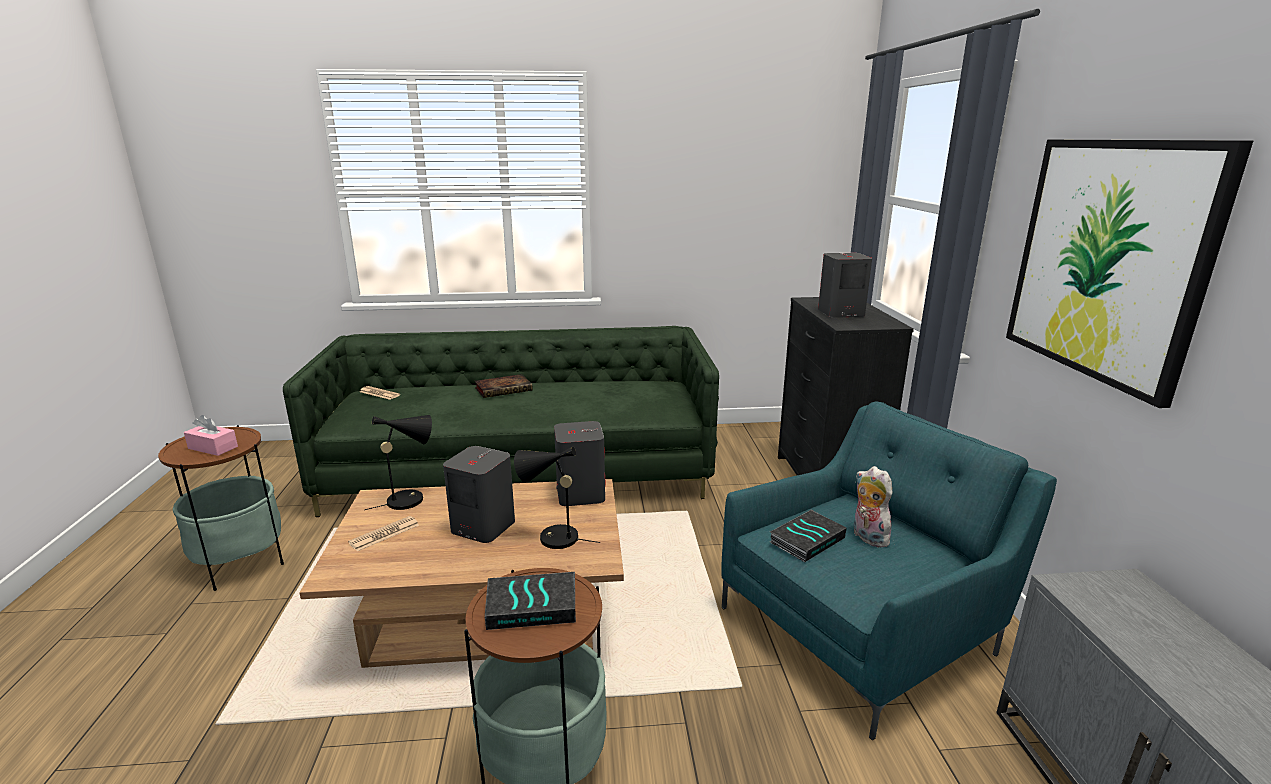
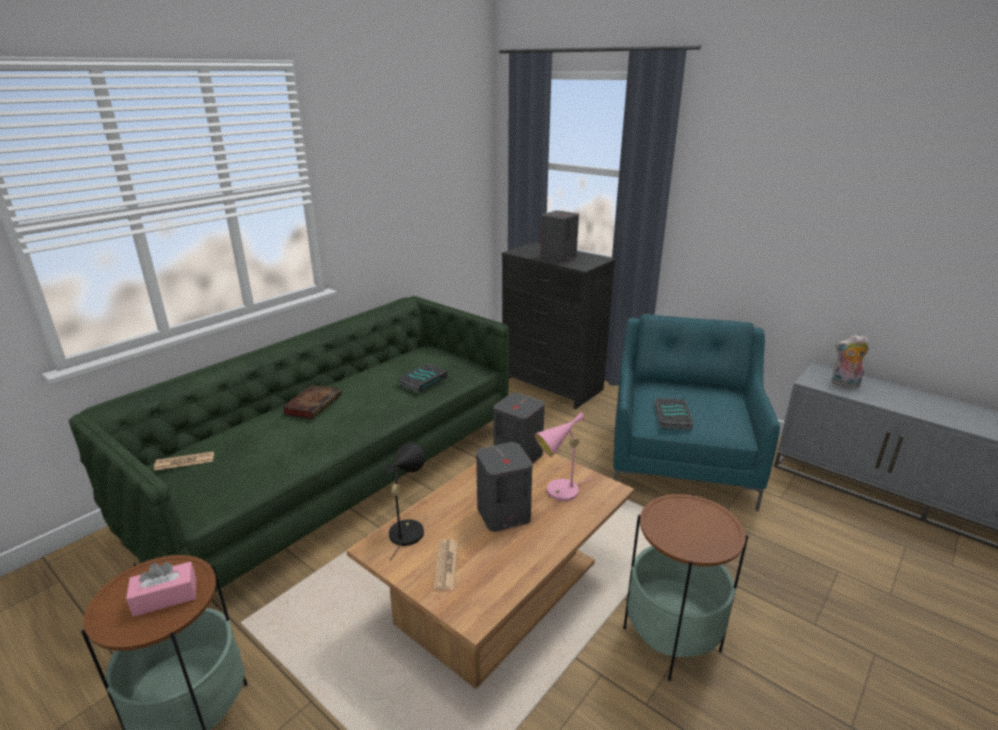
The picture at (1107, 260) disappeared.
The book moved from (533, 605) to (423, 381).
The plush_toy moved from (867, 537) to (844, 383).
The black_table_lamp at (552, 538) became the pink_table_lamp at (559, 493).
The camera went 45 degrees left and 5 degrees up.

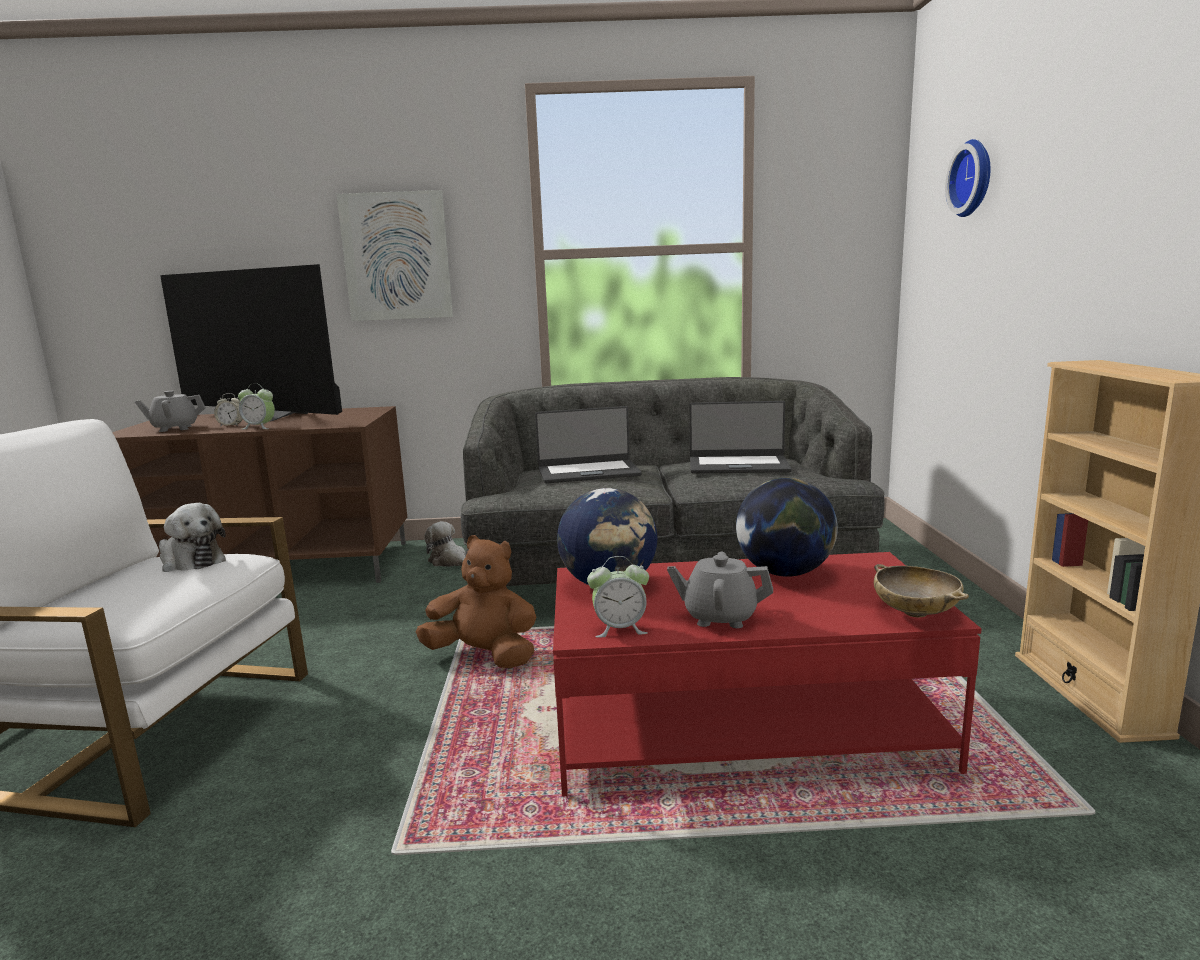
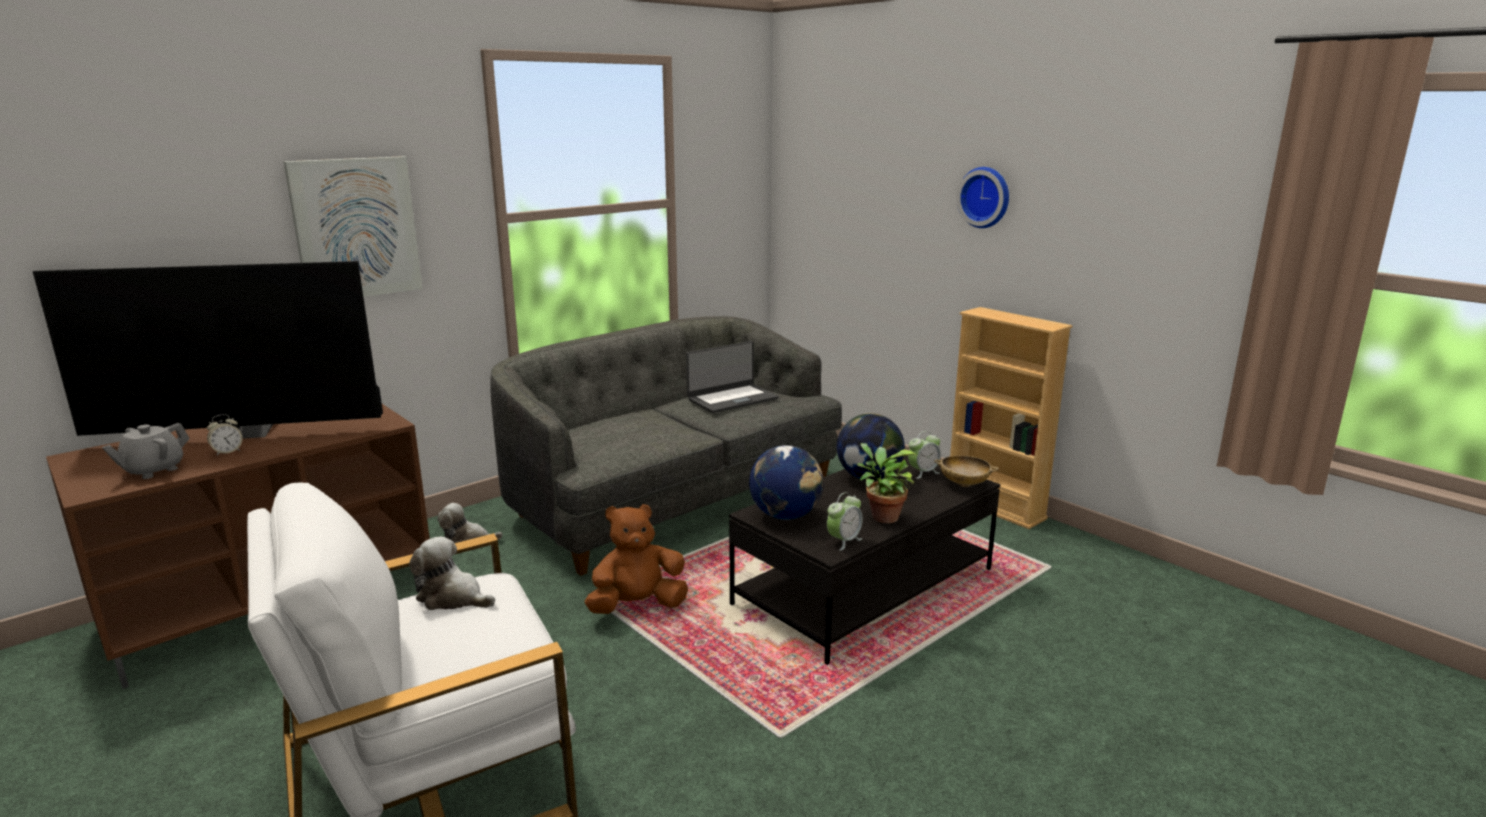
The laptop at (588, 472) disappeared.
The alarm_clock moved from (259, 427) to (923, 472).
The wall_clock moved from (974, 178) to (985, 197).
The grey_teapot at (719, 617) was replaced by the potted_plant at (881, 516).
The red_coffee_table at (742, 726) became the black_coffee_table at (864, 586).
The plush_toy at (190, 561) turned 150 degrees counterclockwise.
The camera went 40 degrees left and 5 degrees up.

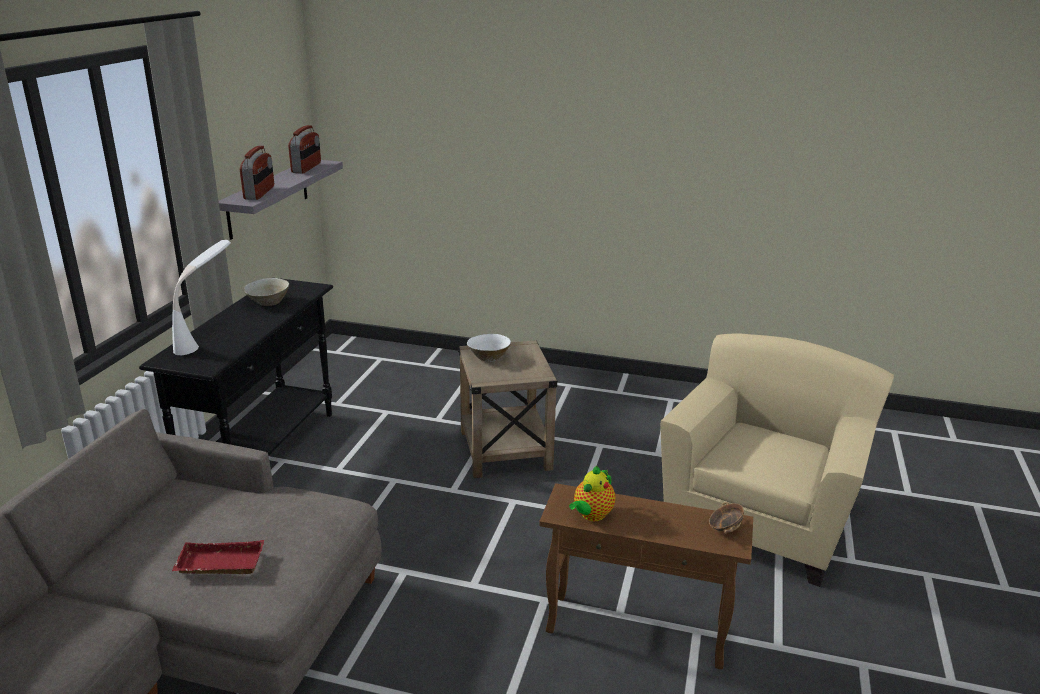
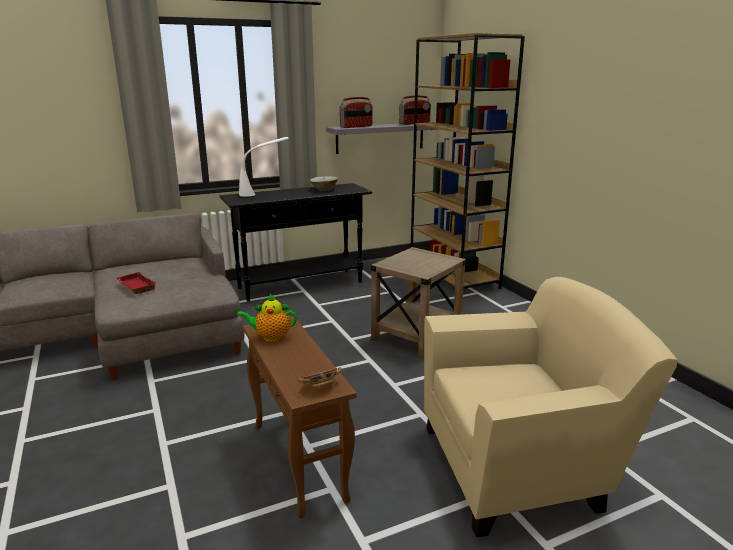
The white_bowl at (488, 357) disappeared.
The brown_bookcase at (454, 277) appeared.
The camera went 50 degrees right and 5 degrees down.

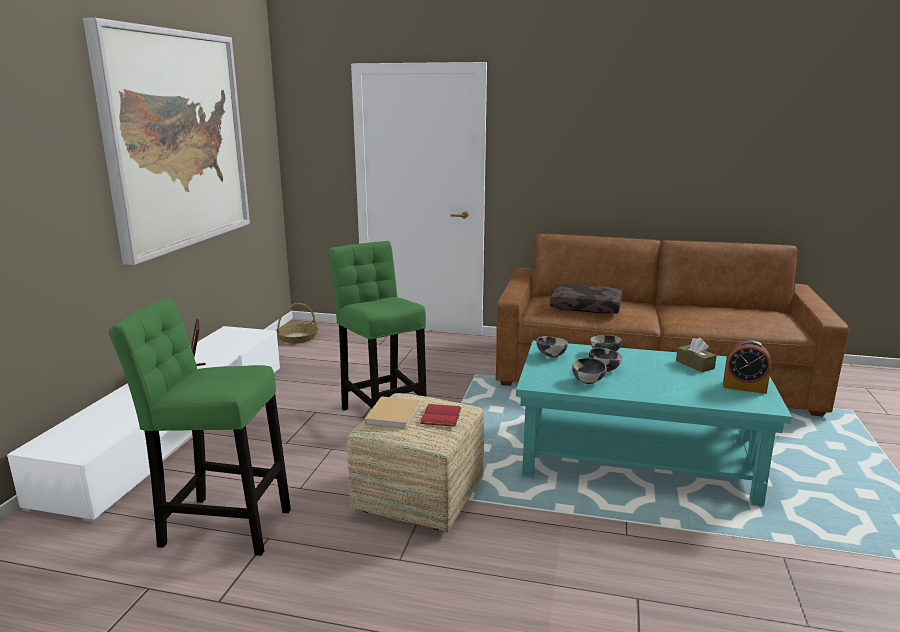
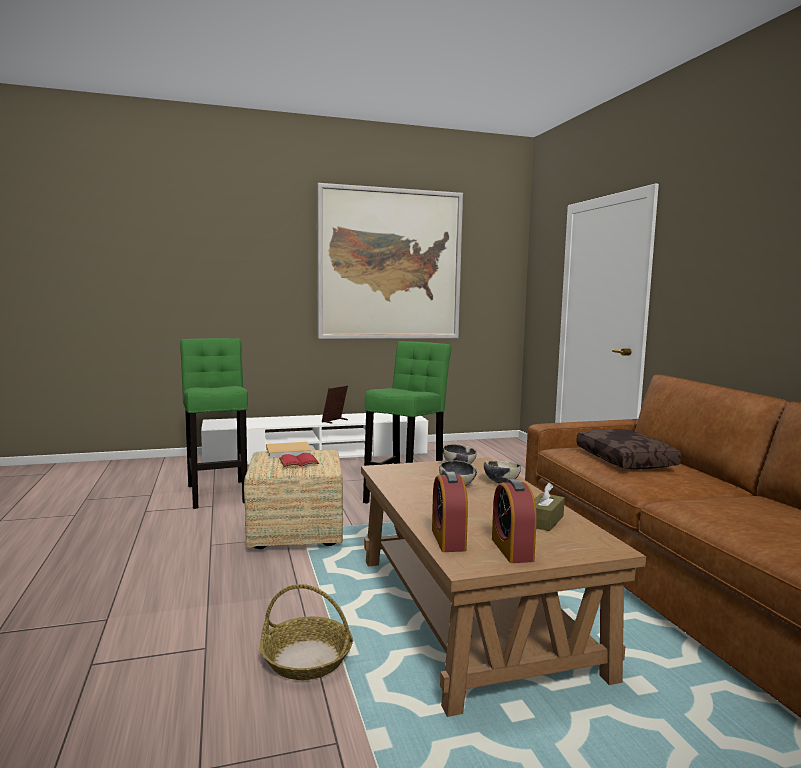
The bowl at (588, 381) disappeared.
The alarm_clock at (448, 540) appeared.
The basket moved from (297, 338) to (306, 658).
The turquoise_coffee_table at (637, 457) became the brown_coffee_table at (472, 613).
The camera went 60 degrees right and 10 degrees down.

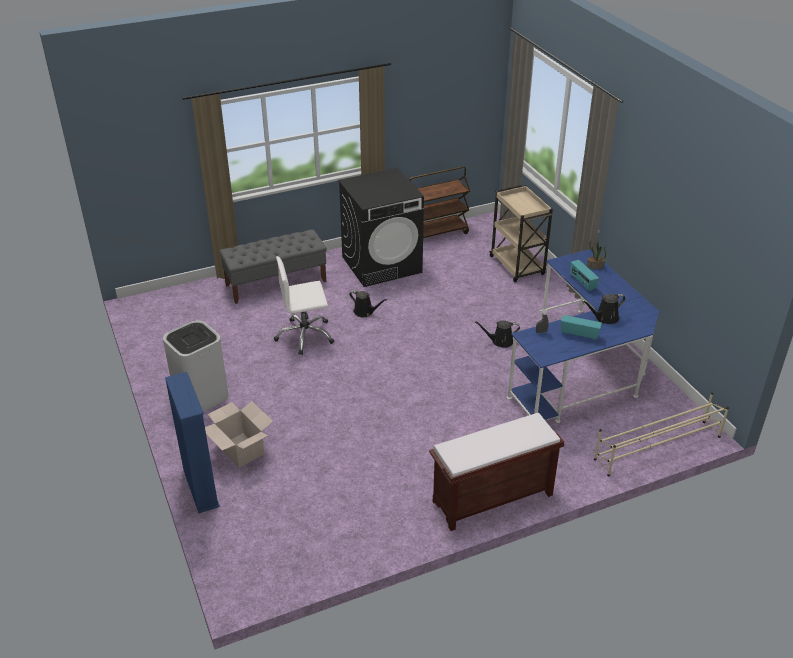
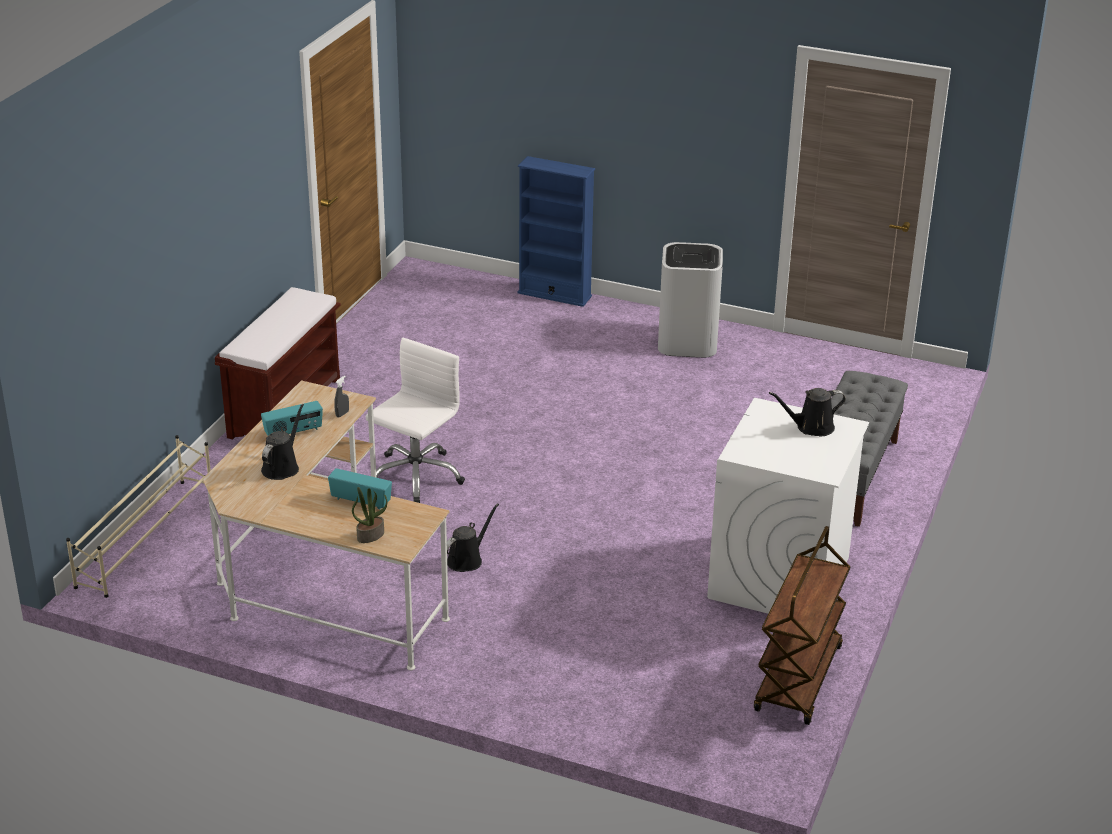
The cardboard_box at (241, 450) disappeared.
The beige_cart at (517, 266) disappeared.
The white_office_chair moved from (305, 336) to (415, 476).
The black_watering_can moved from (365, 312) to (811, 427).
The black_washing_machine at (382, 264) became the white_washing_machine at (779, 578).
The blue_desk at (581, 370) became the beige_desk at (320, 578).
The camera went 135 degrees right and 5 degrees down.

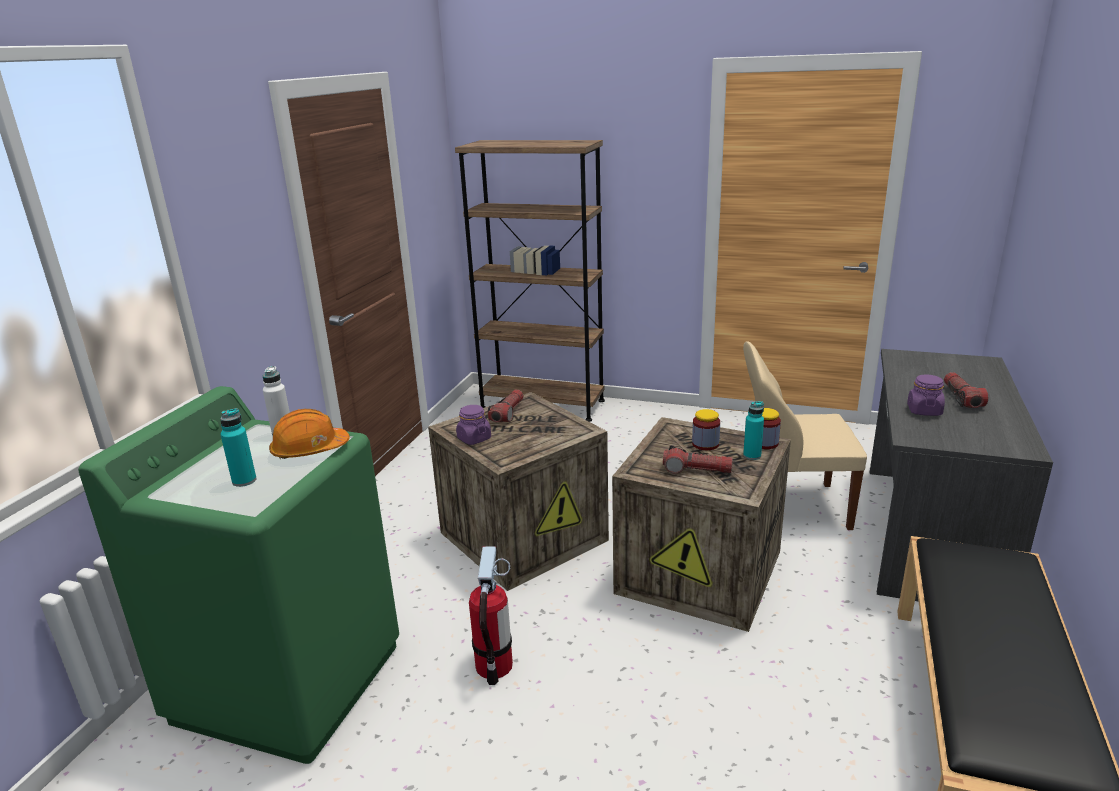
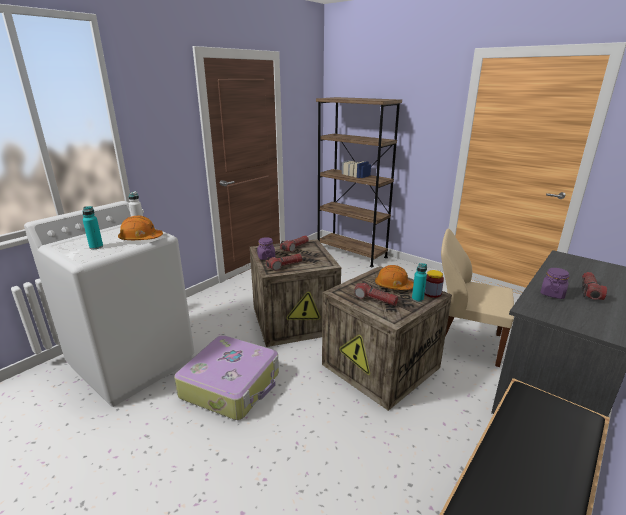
The flashlight at (284, 266) appeared.
The fire_extinguisher at (494, 666) was replaced by the suitcase at (232, 385).
The jar at (705, 444) was replaced by the orange_hard_hat at (393, 286).
The green_washing_machine at (289, 681) became the white_washing_machine at (133, 362).
The camera went 20 degrees right and 0 degrees up.

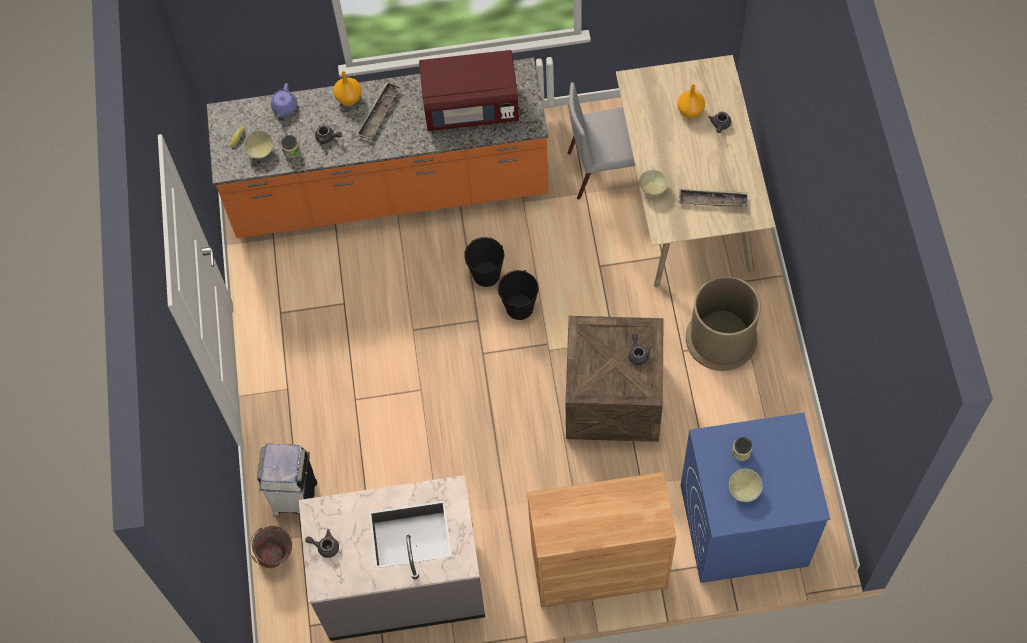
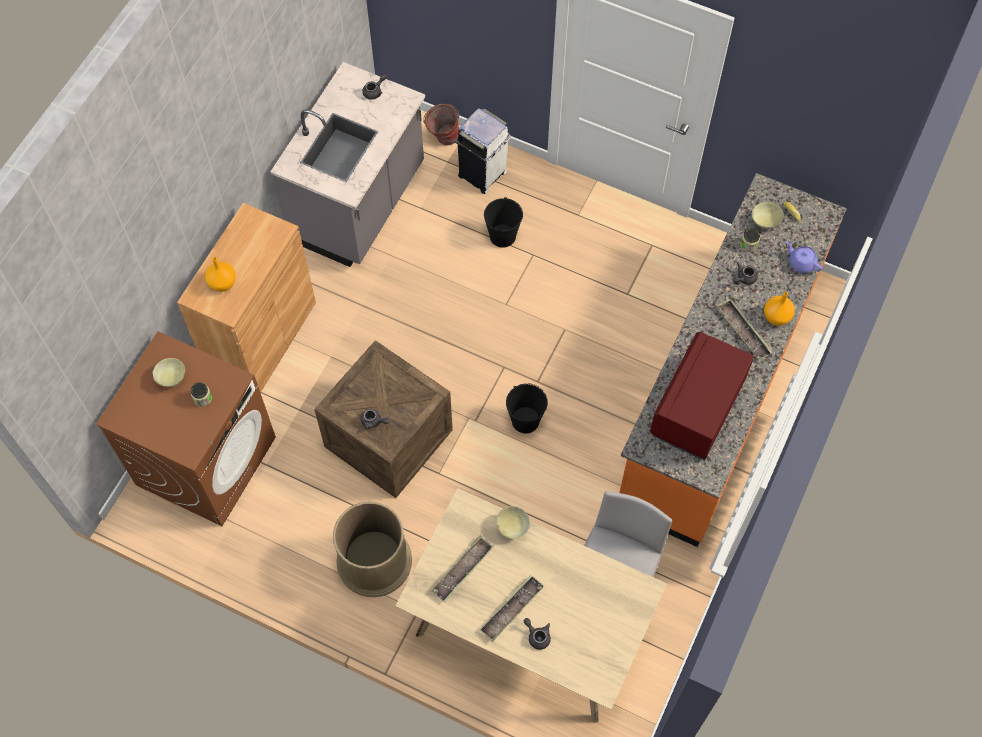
The tray at (511, 610) appeared.
The black_bucket moved from (486, 275) to (502, 236).
The orange_vase moved from (690, 111) to (222, 283).
The blue_washing_machine at (742, 526) became the brown_washing_machine at (206, 460).
The camera went 120 degrees right and 0 degrees up.

